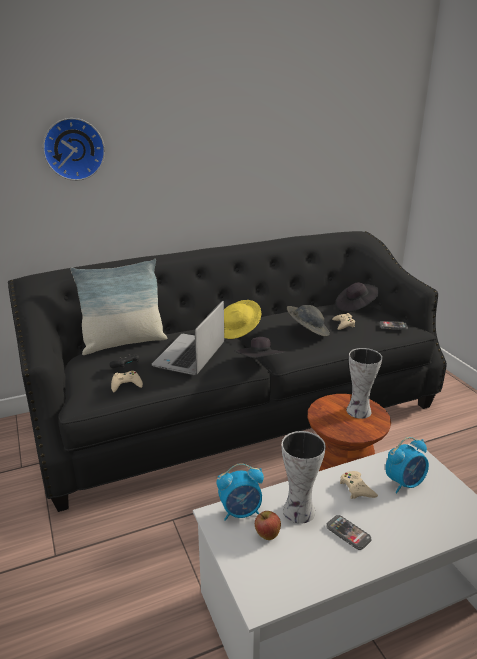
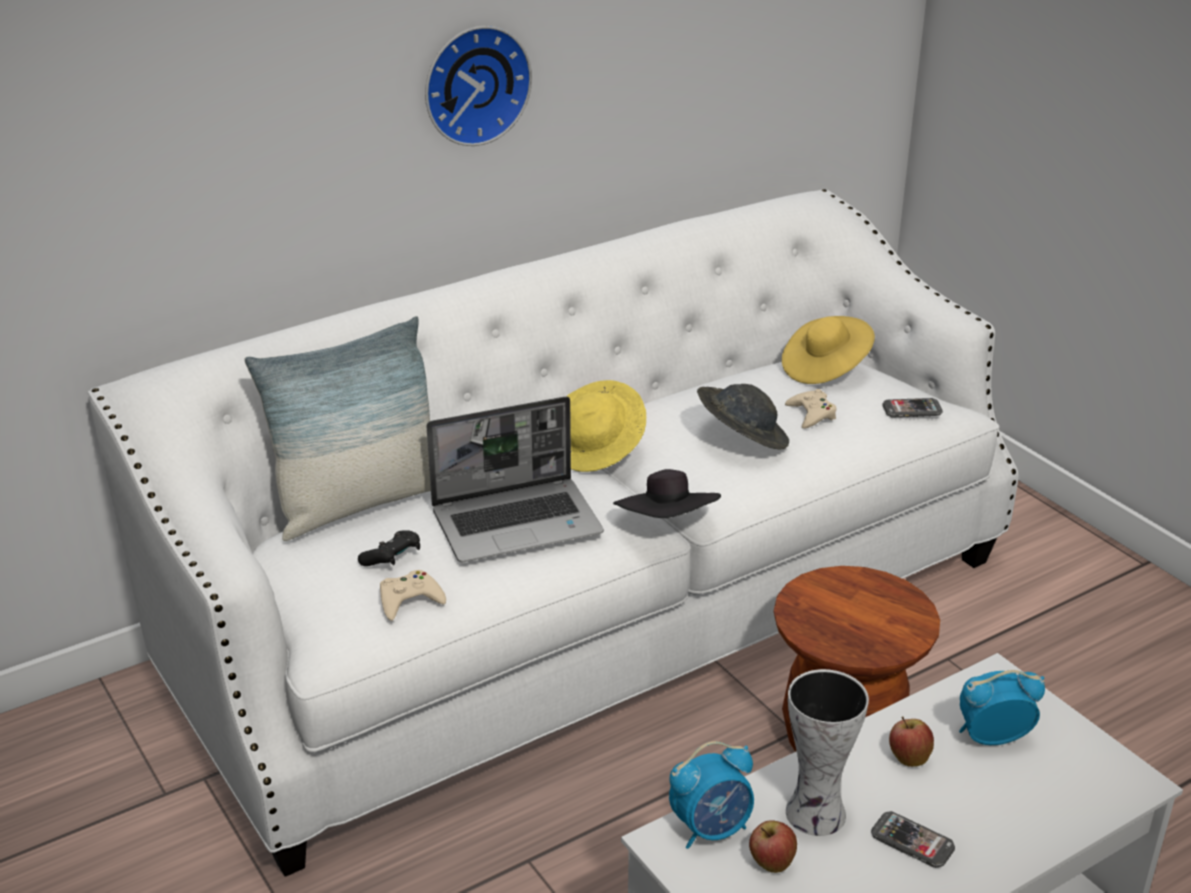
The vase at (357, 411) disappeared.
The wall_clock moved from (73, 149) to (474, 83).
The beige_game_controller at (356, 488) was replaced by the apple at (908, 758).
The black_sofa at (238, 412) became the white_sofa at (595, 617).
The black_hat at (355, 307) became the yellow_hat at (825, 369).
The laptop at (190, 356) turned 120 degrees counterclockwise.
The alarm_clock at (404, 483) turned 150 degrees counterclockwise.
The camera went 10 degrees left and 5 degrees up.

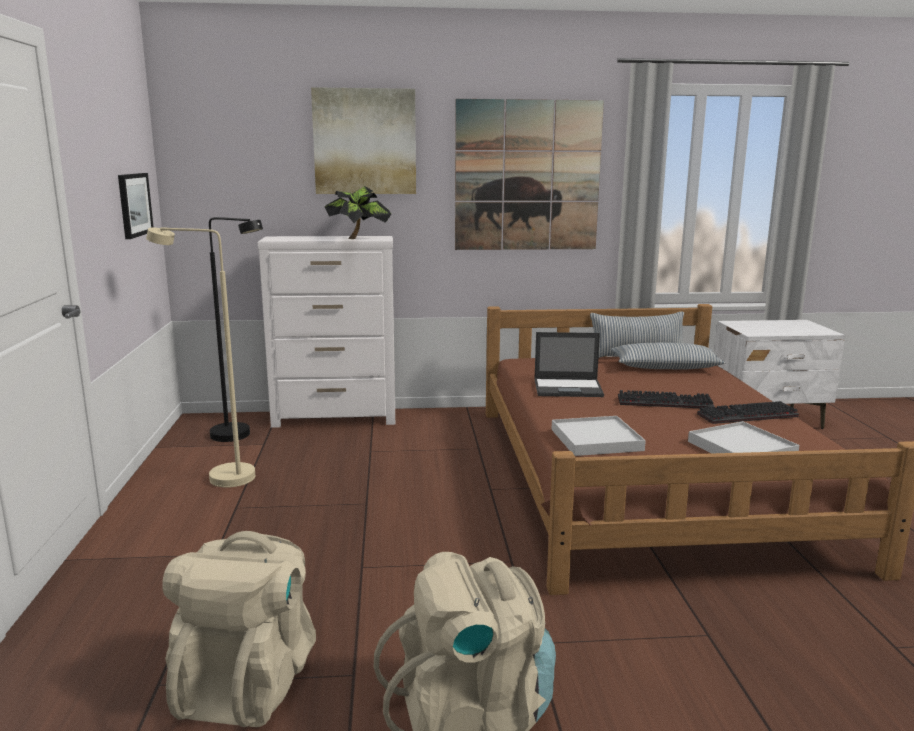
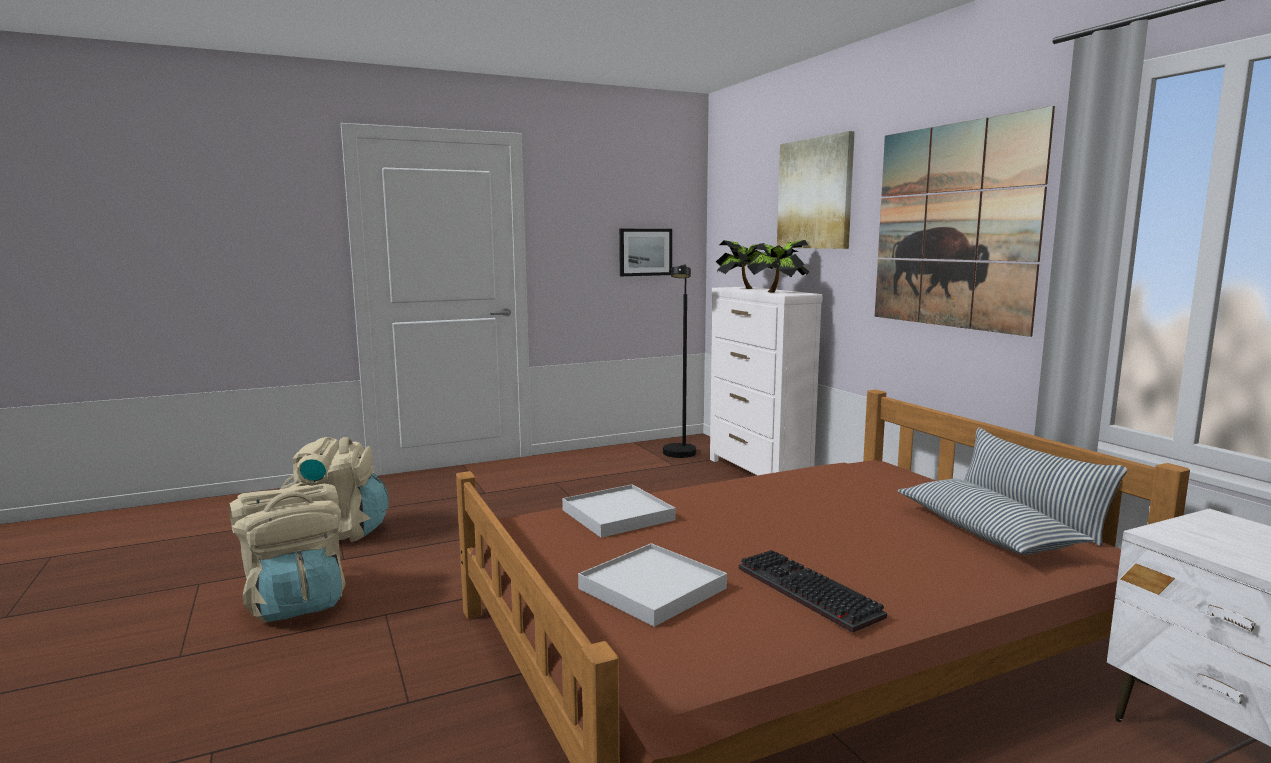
The beige_floor_lamp at (219, 477) disappeared.
The laptop at (569, 388) disappeared.
The keyboard at (666, 402) disappeared.
The potted_plant at (742, 288) appeared.
The camera went 70 degrees right and 5 degrees down.

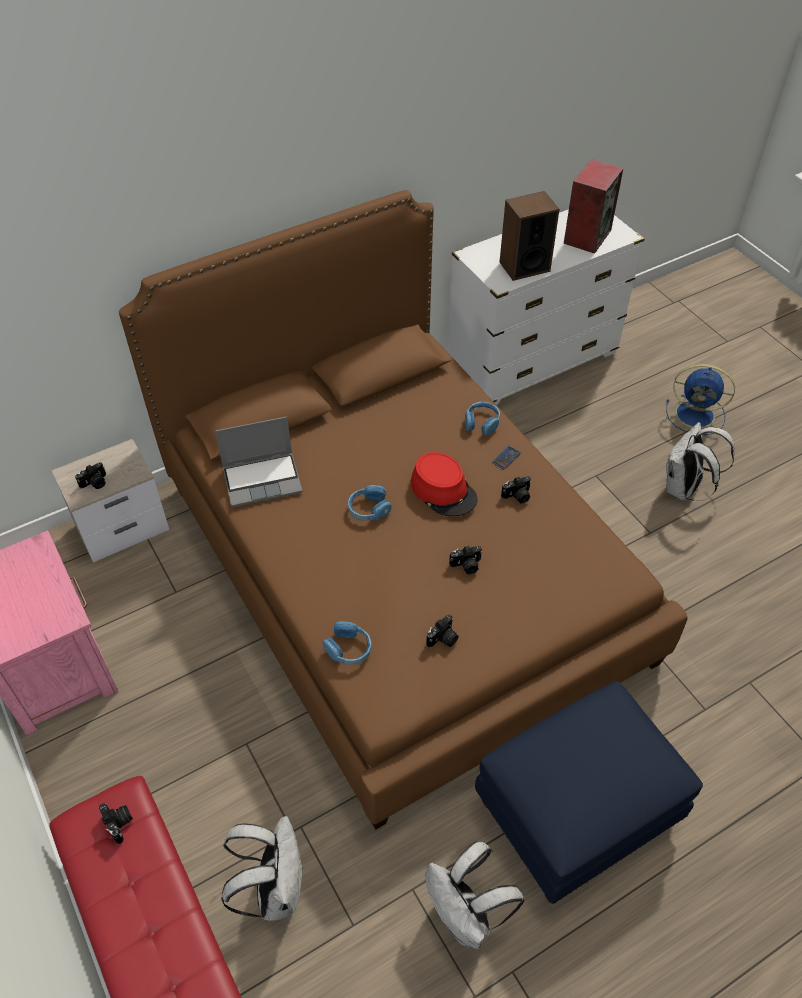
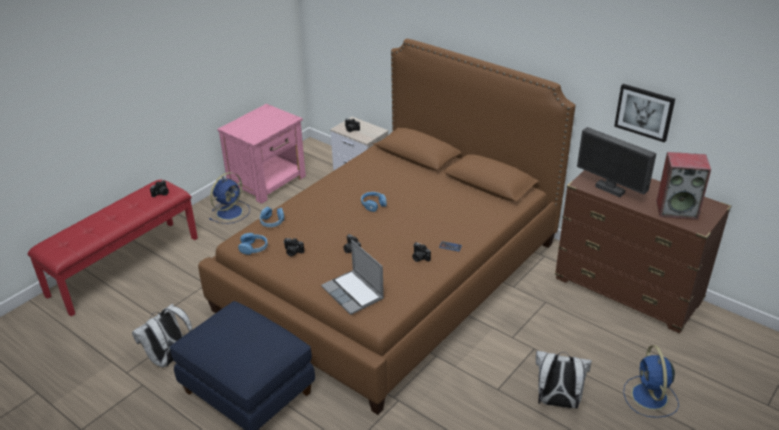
The white_backpack at (274, 889) disappeared.
The red_hat at (443, 491) disappeared.
The blue_fan at (230, 212) appeared.
The picture at (644, 112) appeared.
The laptop moved from (263, 479) to (354, 293).
The blue_headphones moved from (482, 423) to (254, 248).
The speaker at (524, 266) was replaced by the monitor at (610, 189).
The white_dresser at (532, 361) became the brown_dresser at (627, 290).
The camera went 70 degrees right and 15 degrees down.

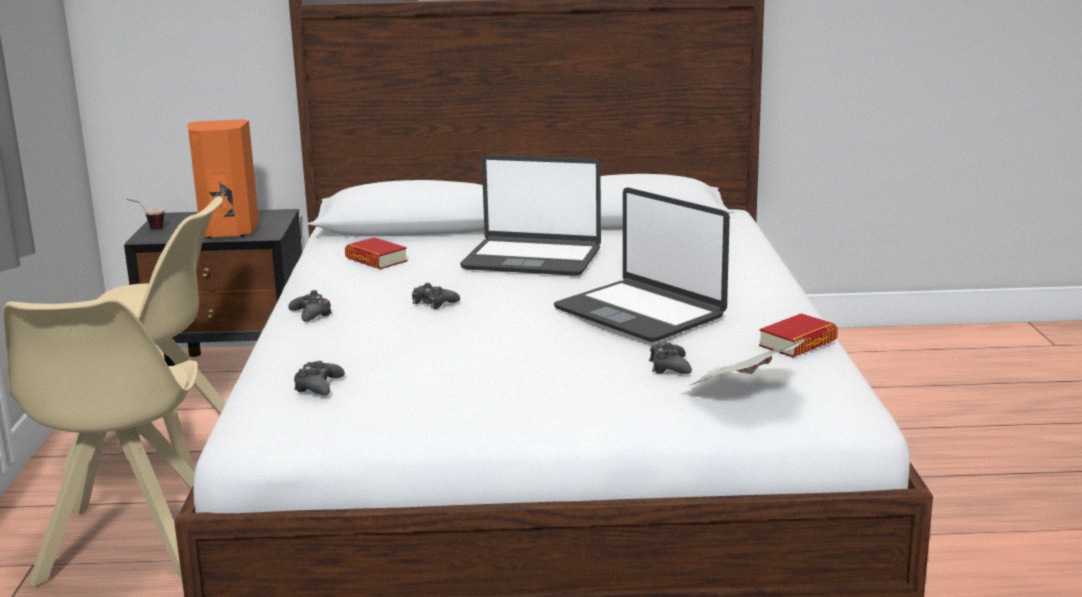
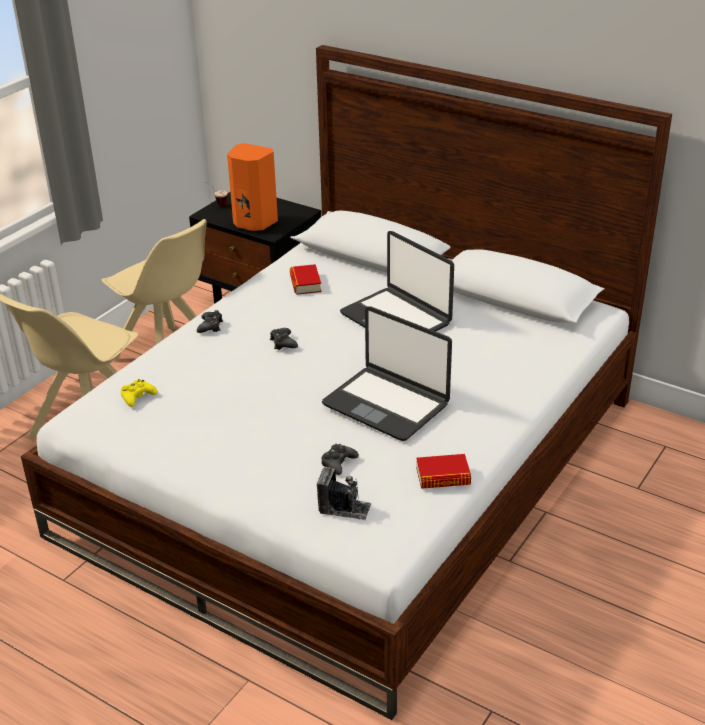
The newspaper at (743, 394) was replaced by the photo_camera at (344, 508).
The black_game_controller at (318, 386) became the yellow_game_controller at (137, 397).
The laptop at (640, 313) turned 45 degrees counterclockwise.
The camera went 35 degrees right and 15 degrees up.

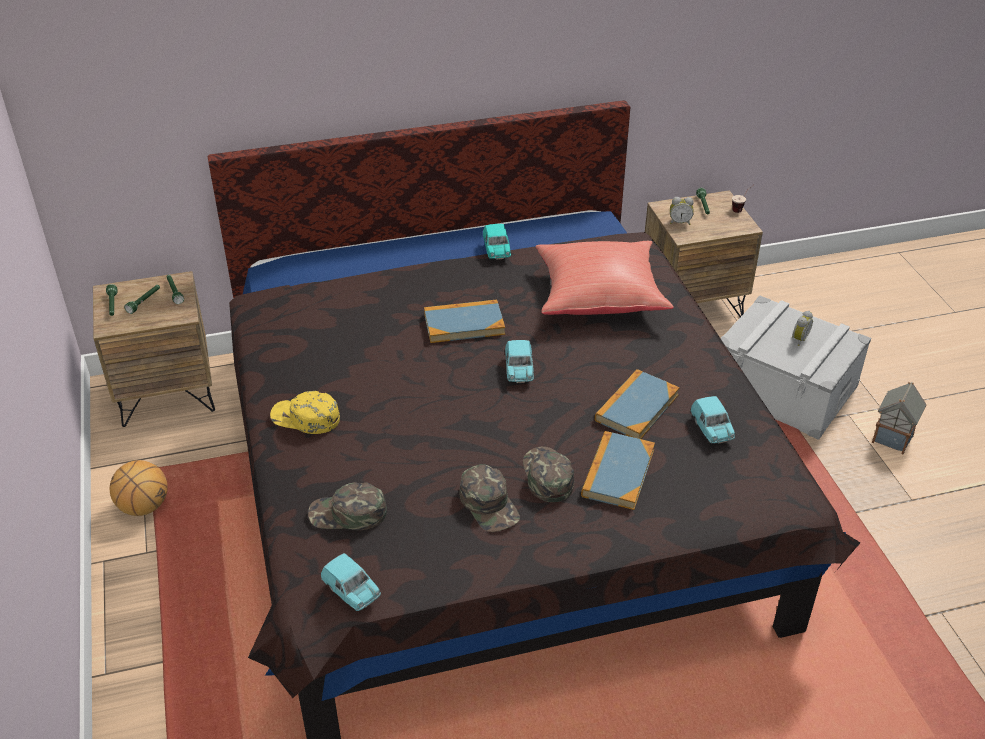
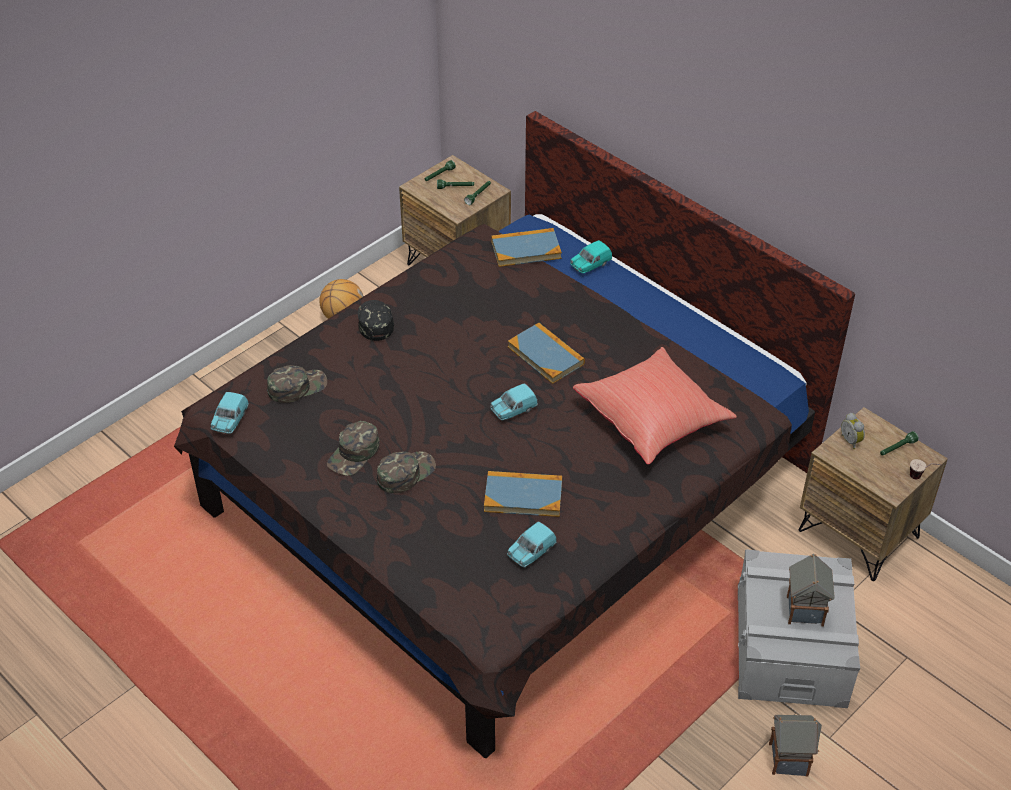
The turquoise_toy_car moved from (497, 251) to (590, 265).
The book moved from (618, 473) to (526, 250).
The alarm_clock at (798, 339) was replaced by the toy_house at (804, 609).
The yellow_cap at (305, 418) became the black_cap at (374, 322).
The green_cap at (347, 514) turned 90 degrees clockwise.
The camera went 60 degrees right and 5 degrees up.

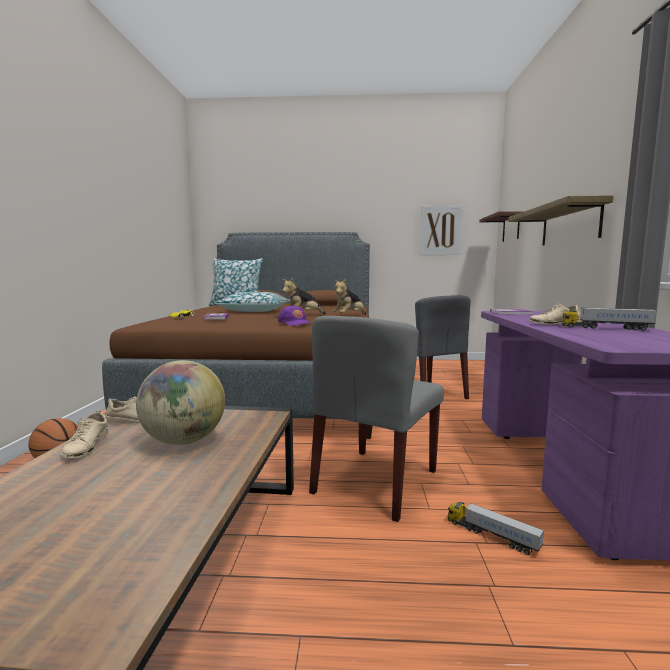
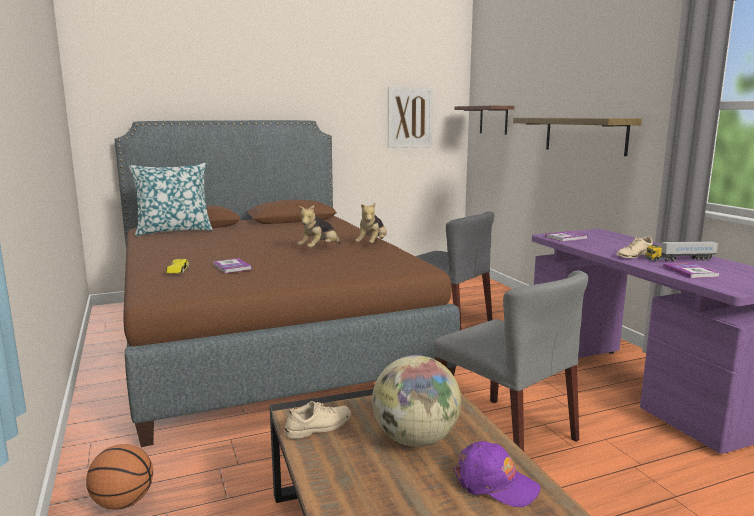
The beige_shoe at (86, 446) disappeared.
The pillow at (254, 311) disappeared.
The toy_truck at (491, 536) disappeared.
The book at (690, 272) appeared.
The purple_cap moved from (295, 323) to (495, 483).
The grey_chair at (375, 482) turned 45 degrees counterclockwise.
The camera went 25 degrees left and 5 degrees up.

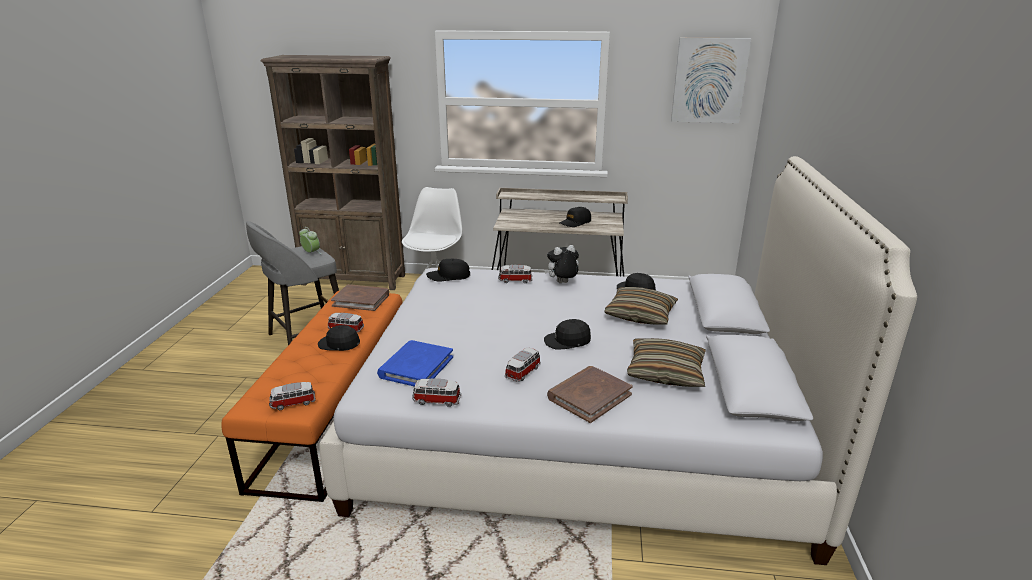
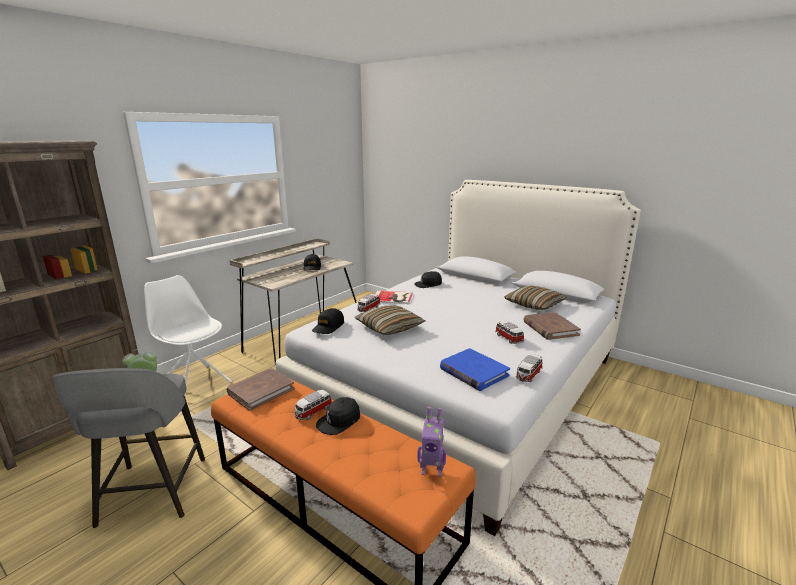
The black_cap at (567, 341) disappeared.
The picture at (709, 80) disappeared.
The pillow moved from (640, 315) to (389, 327).
The toy_car at (293, 403) was replaced by the toy_robot at (431, 470).
The plush_toy at (562, 283) was replaced by the book at (393, 298).
The camera went 60 degrees left and 5 degrees down.

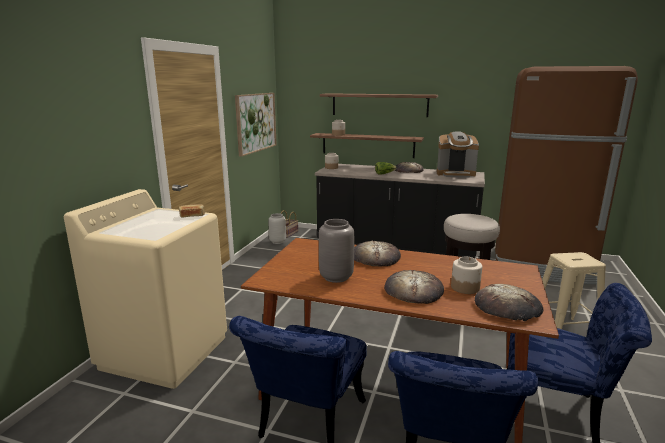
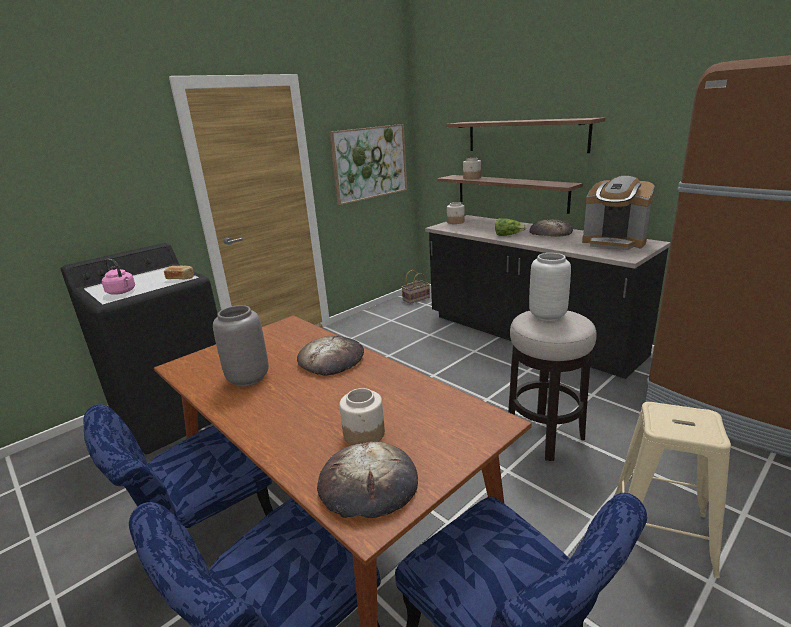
The bread at (413, 290) disappeared.
The pink_kettle at (122, 292) appeared.
The grey_vase moved from (277, 241) to (547, 315).
The beige_washing_machine at (165, 351) became the black_washing_machine at (177, 413).
The camera went 30 degrees right and 5 degrees up.

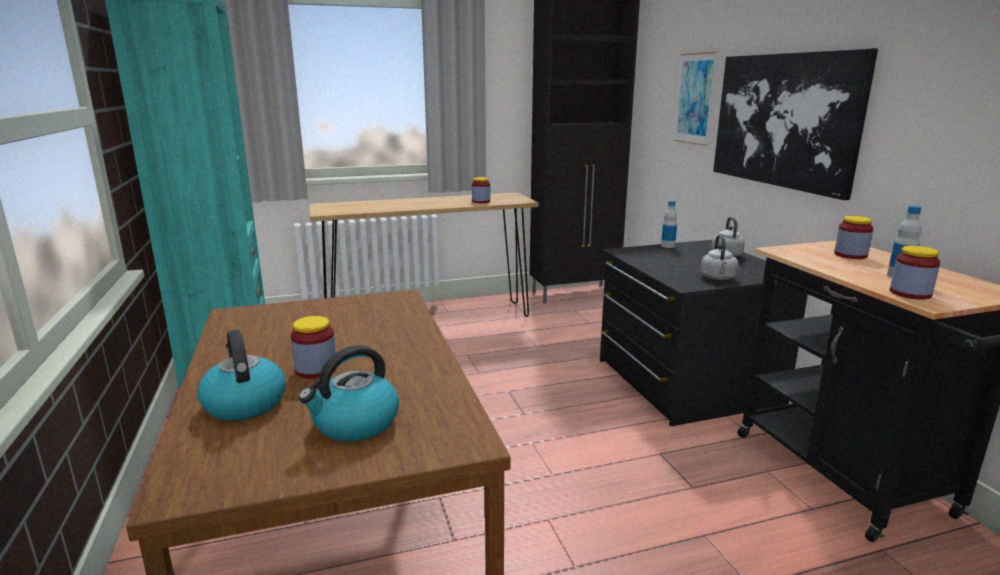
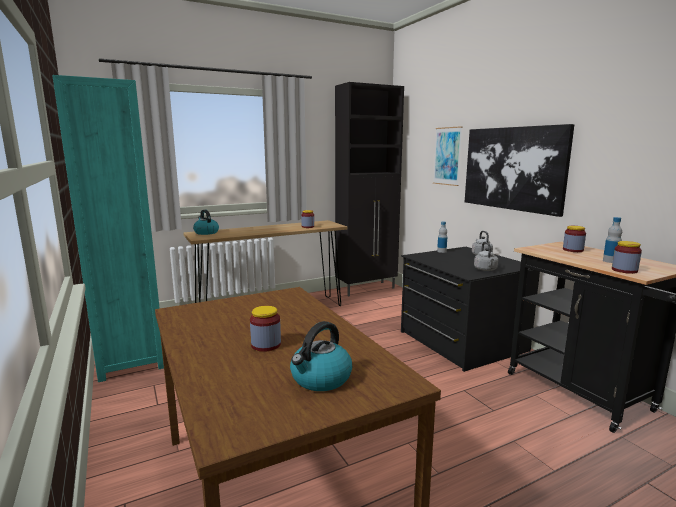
The kettle moved from (244, 403) to (206, 232).
The camera went 10 degrees left and 5 degrees down.

